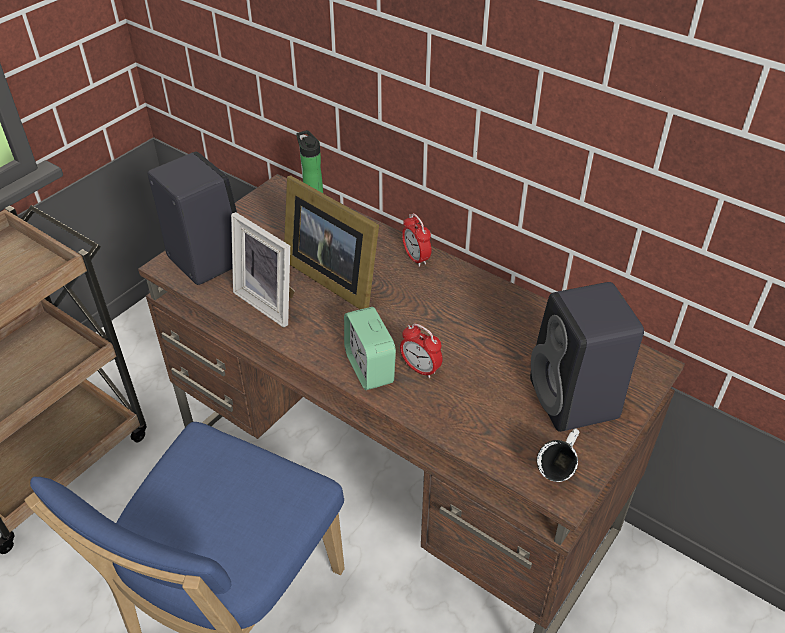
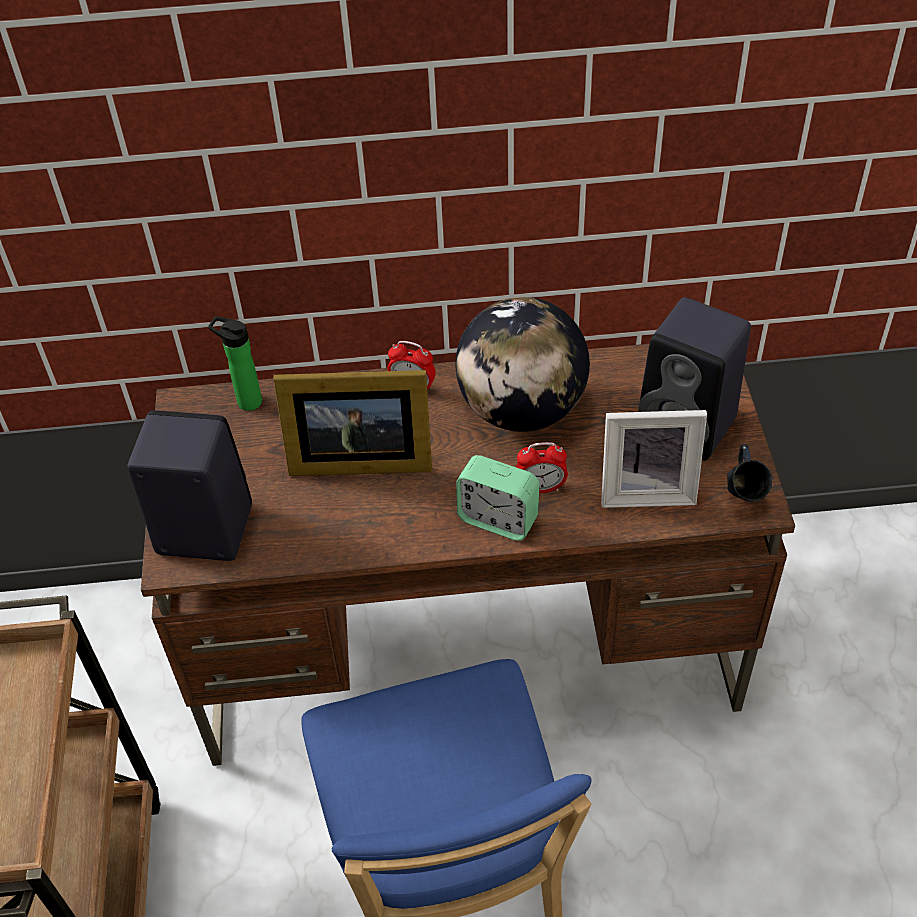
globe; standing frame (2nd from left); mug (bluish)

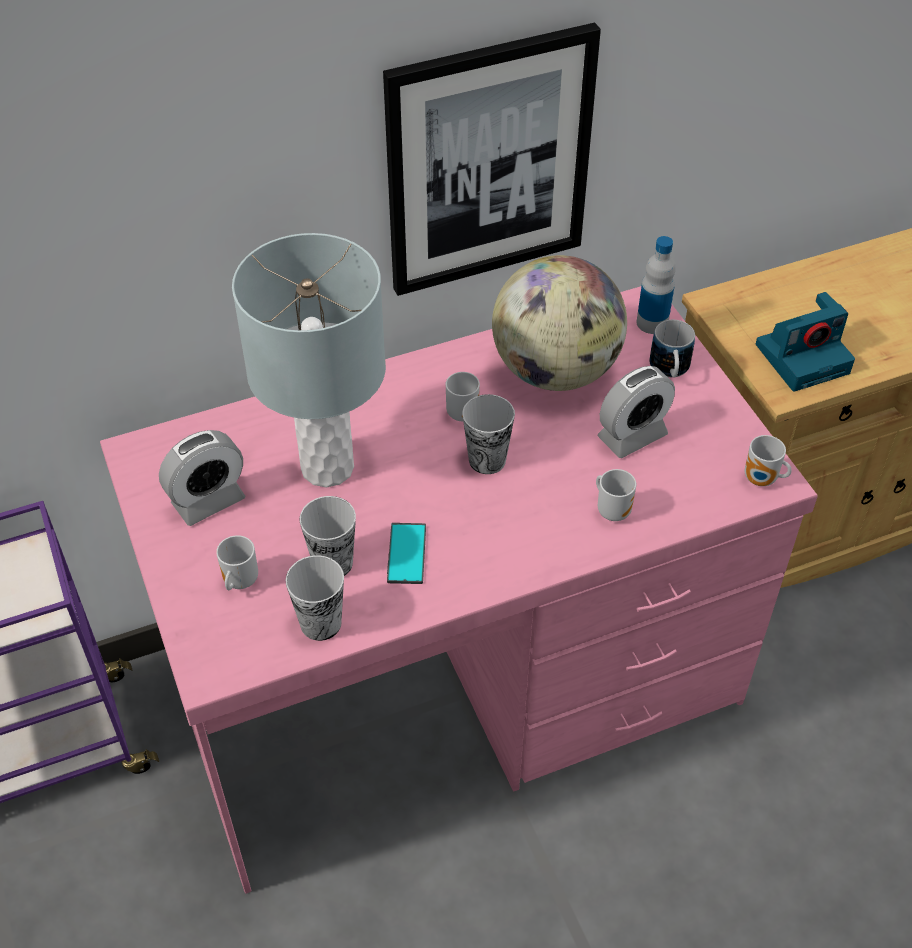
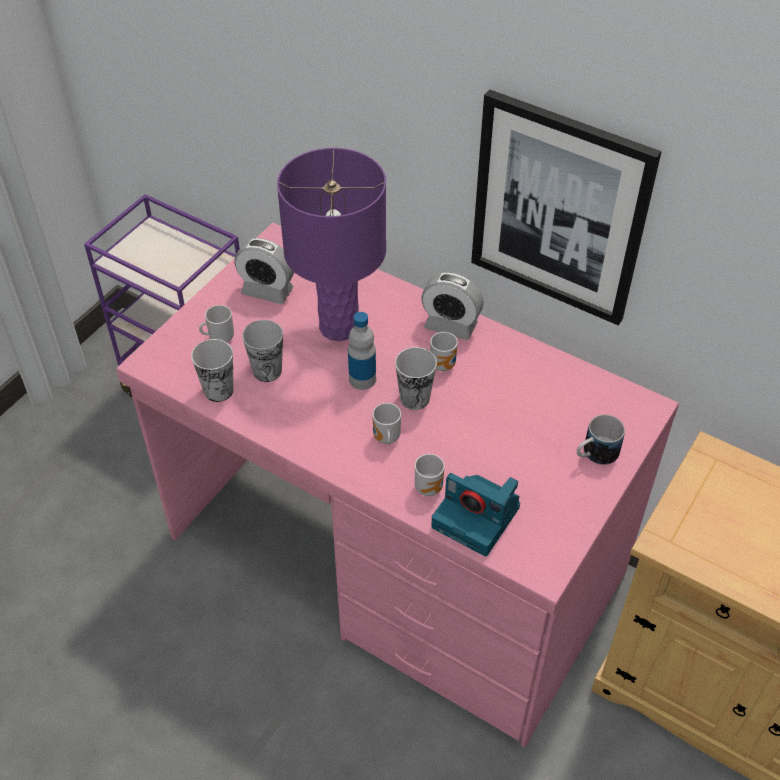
handset; globe; table clock (2nd from left); drink bottle; mug (2nd from left); photo camera; tabletop lamp (purplish)

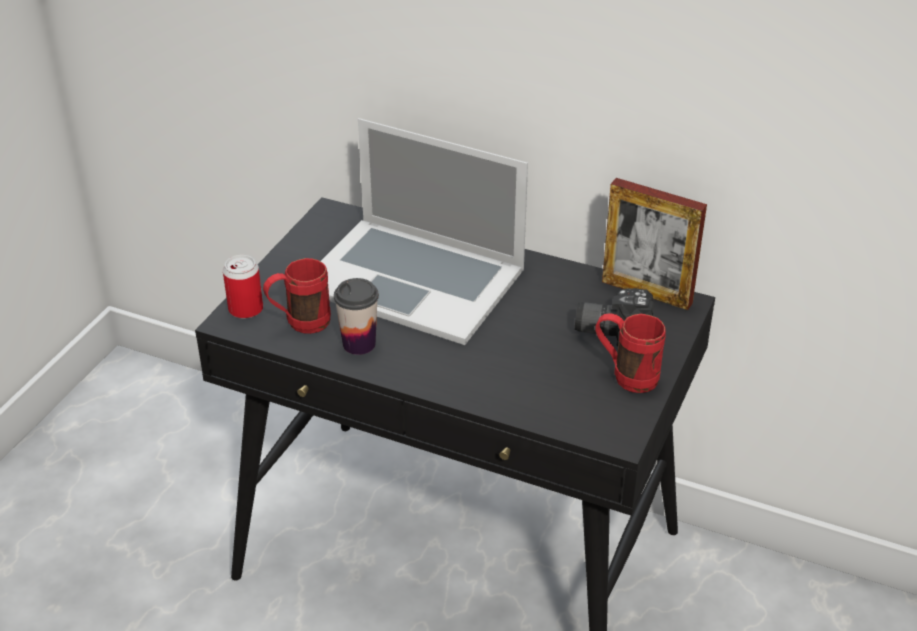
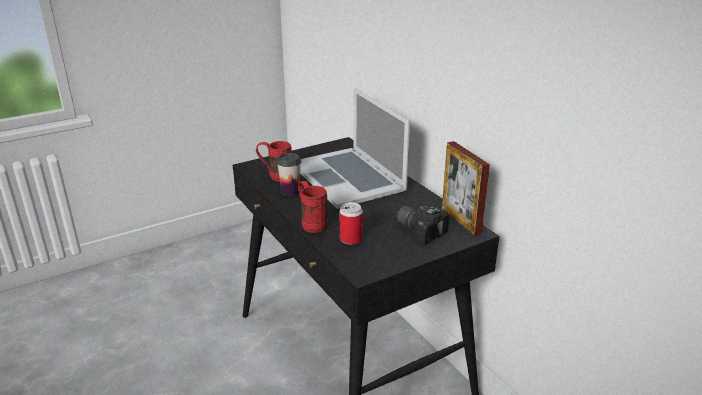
sealed can; mug (red) (2nd from left)

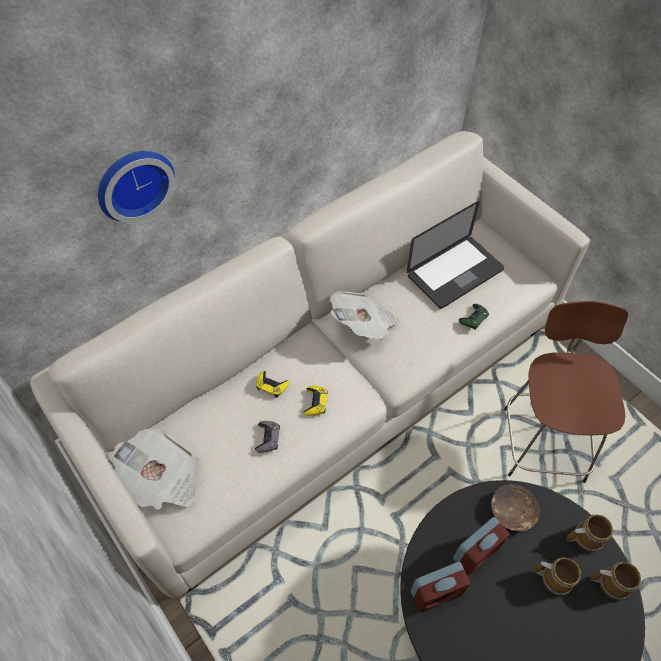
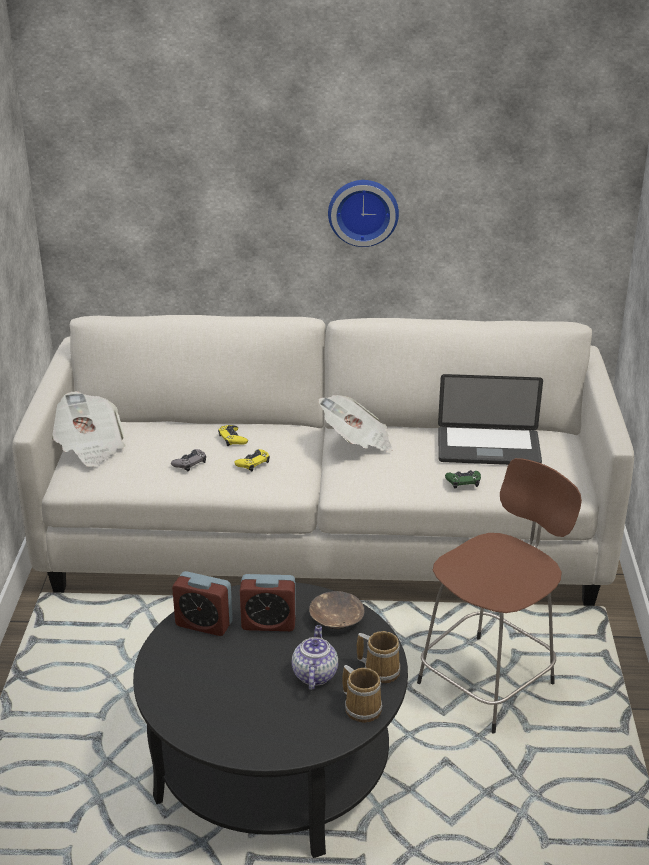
wall clock; tea pot

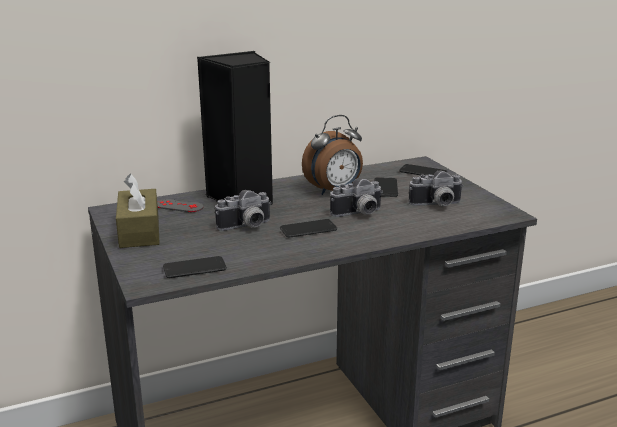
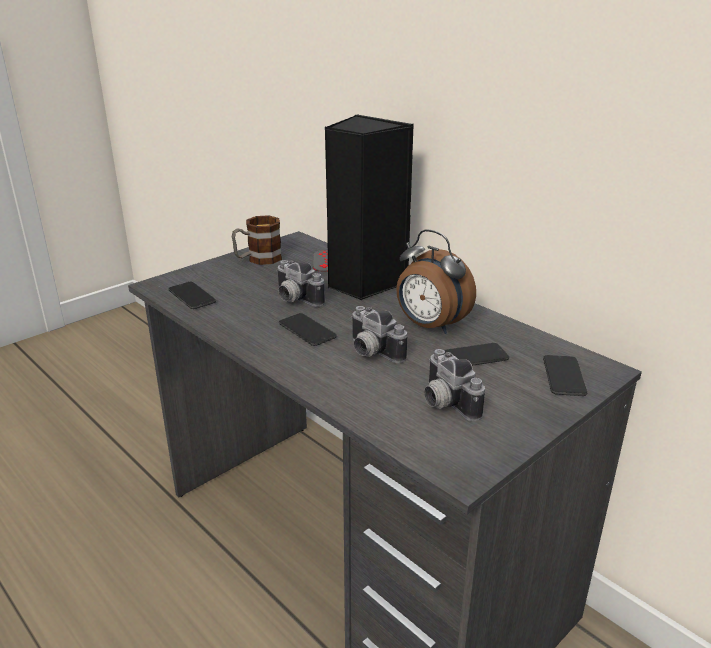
mug

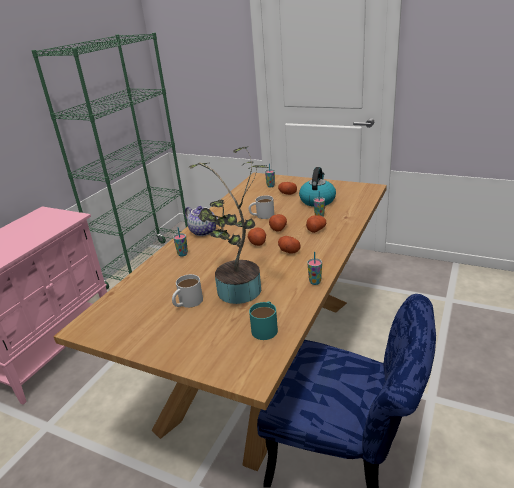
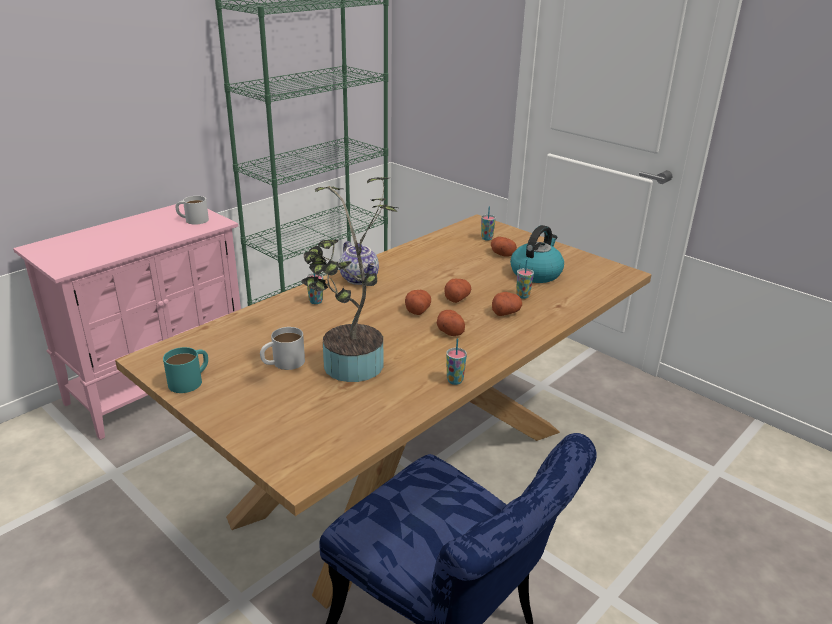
mug (white-coloured) (1st from left); mug (turquoise)

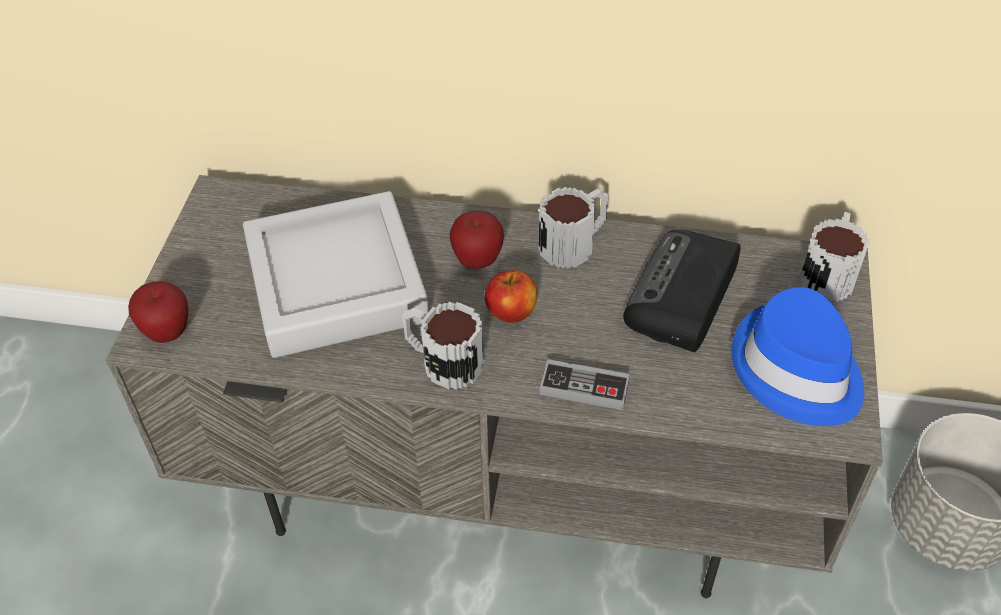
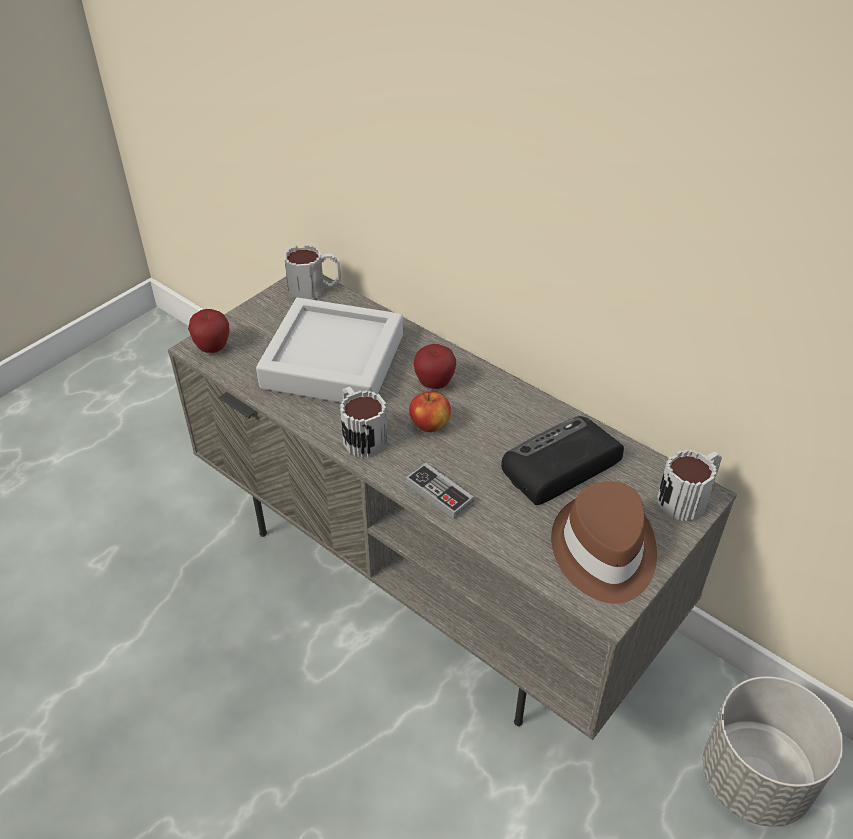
mug (1st from left); clothing hat (brown)

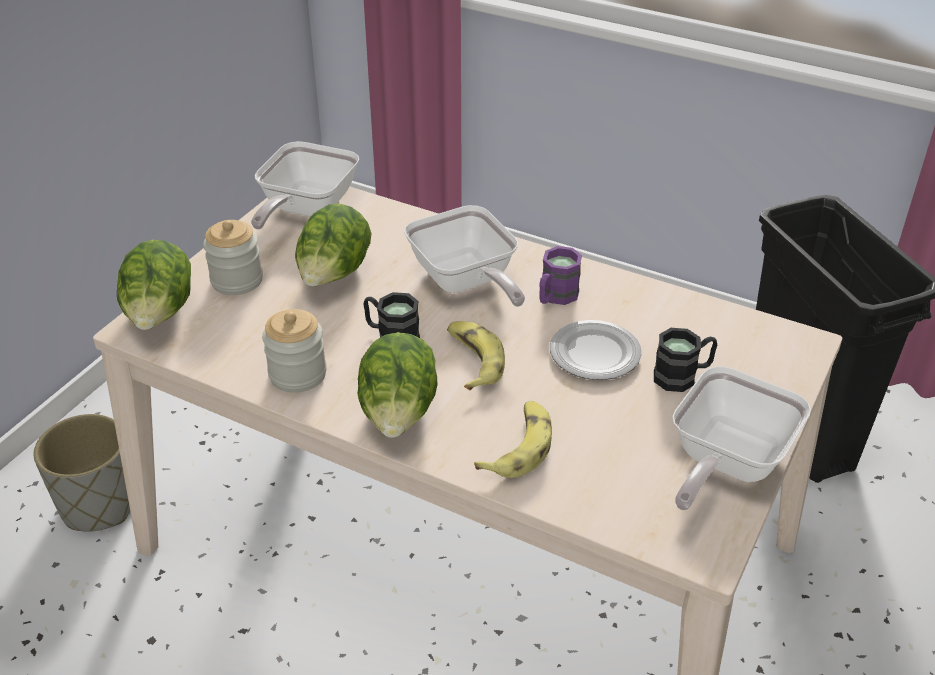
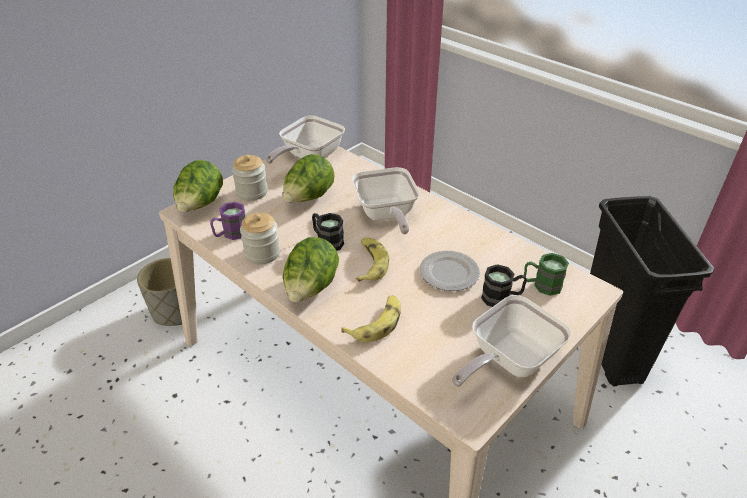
mug (greenish); mug (purplish)

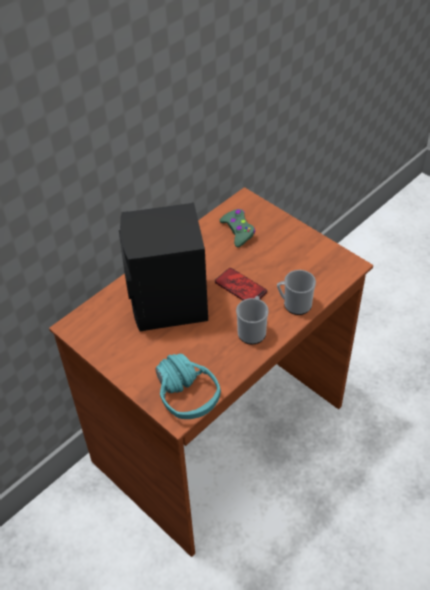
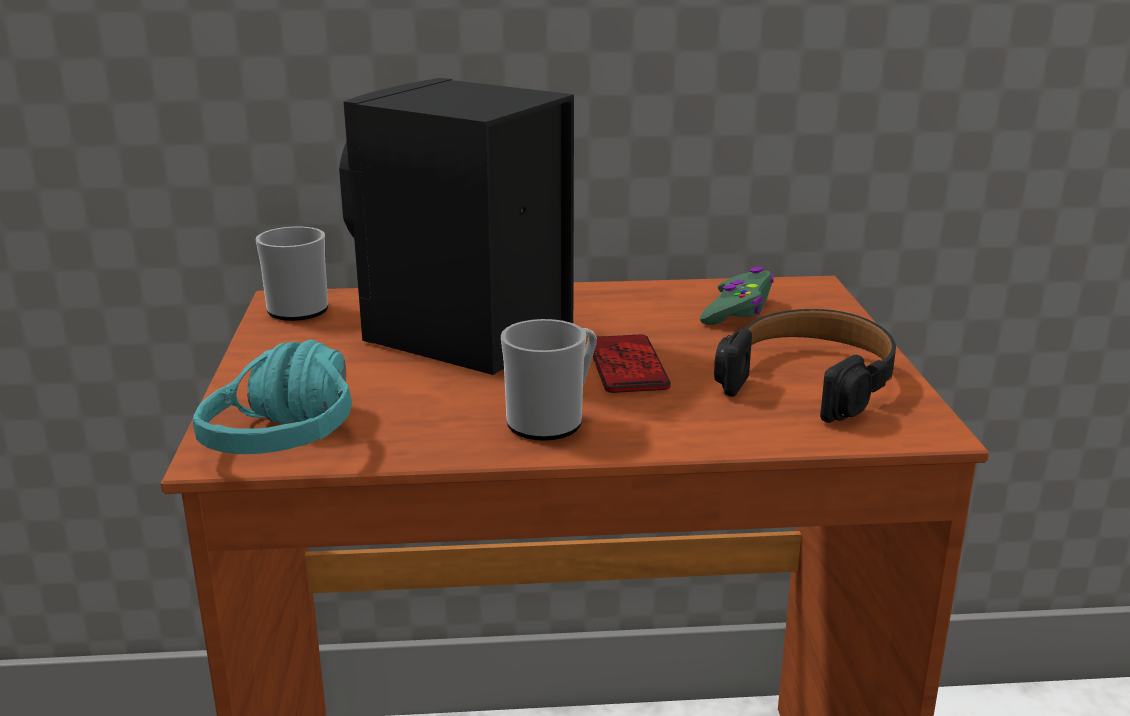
headphones (blackish); mug (1st from left)

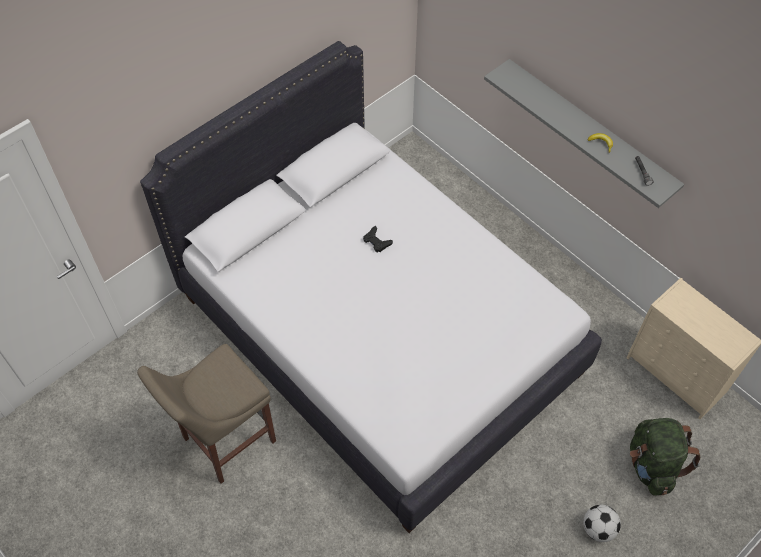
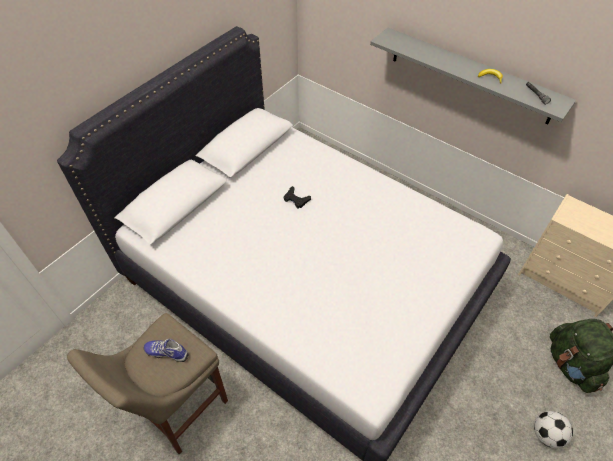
item of footwear

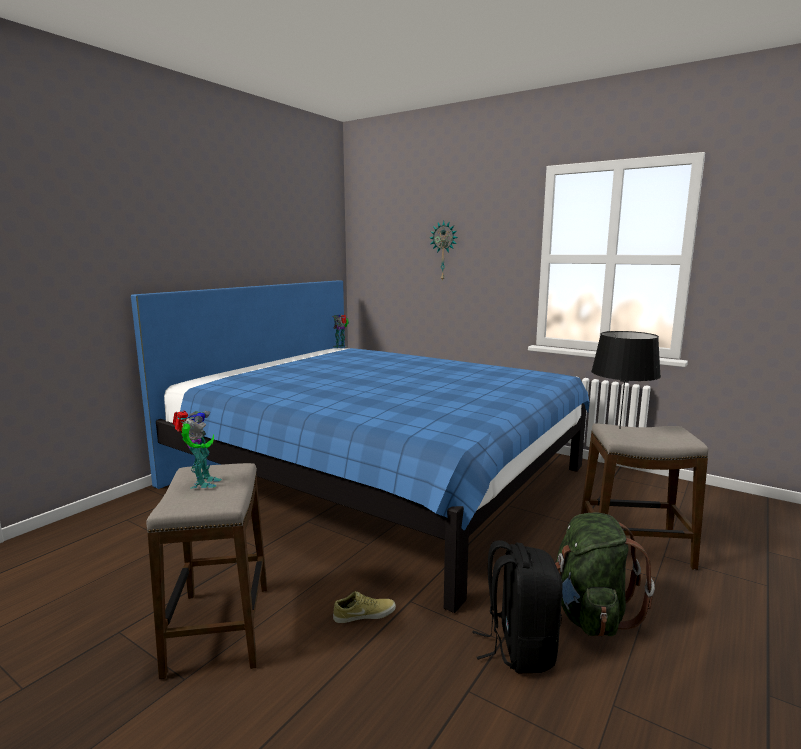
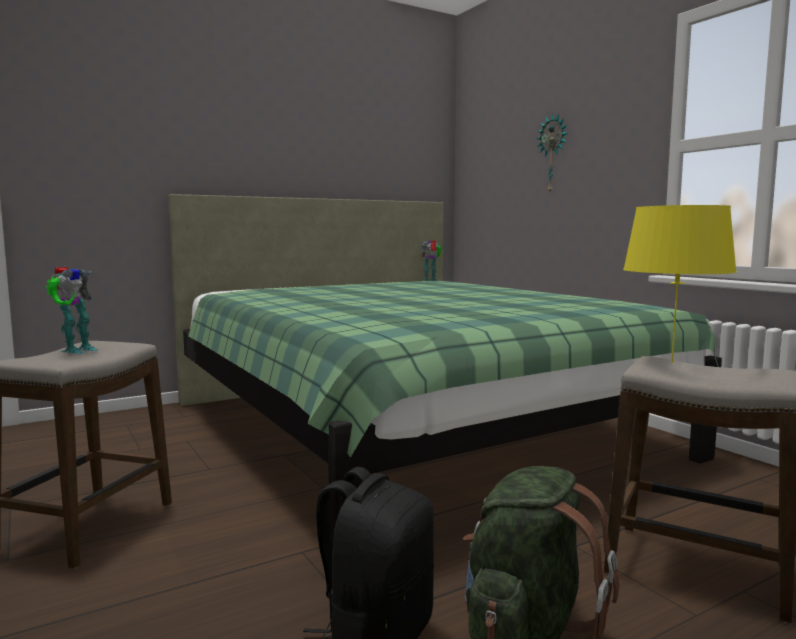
item of footwear (sand-coloured); bedroom bed (greenish); tabletop lamp (yellowish)

